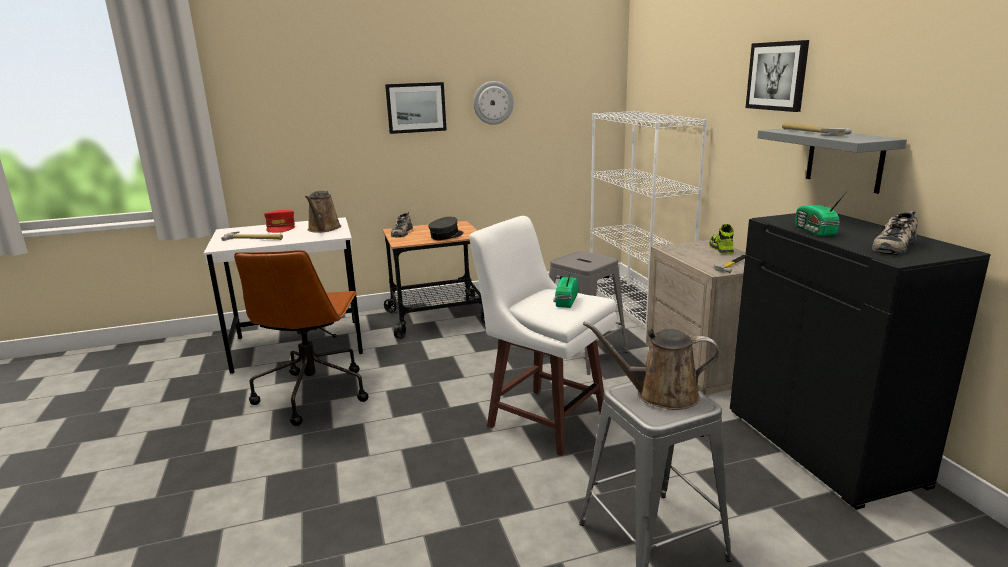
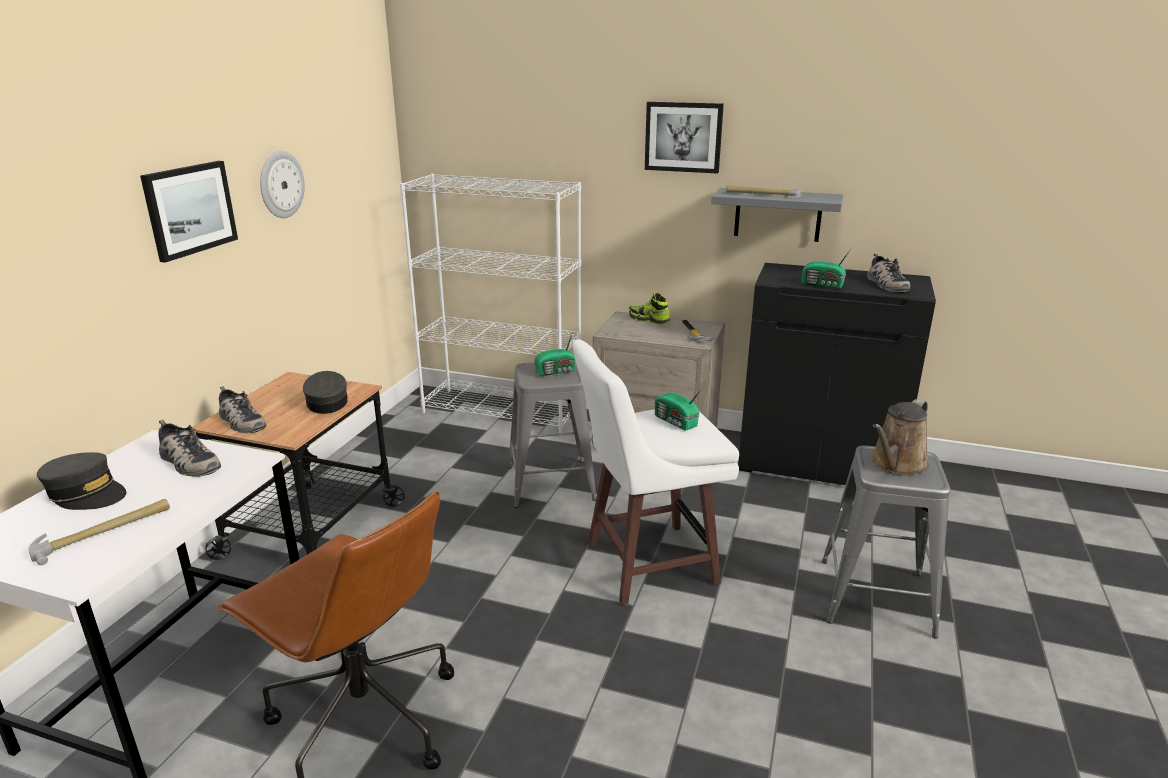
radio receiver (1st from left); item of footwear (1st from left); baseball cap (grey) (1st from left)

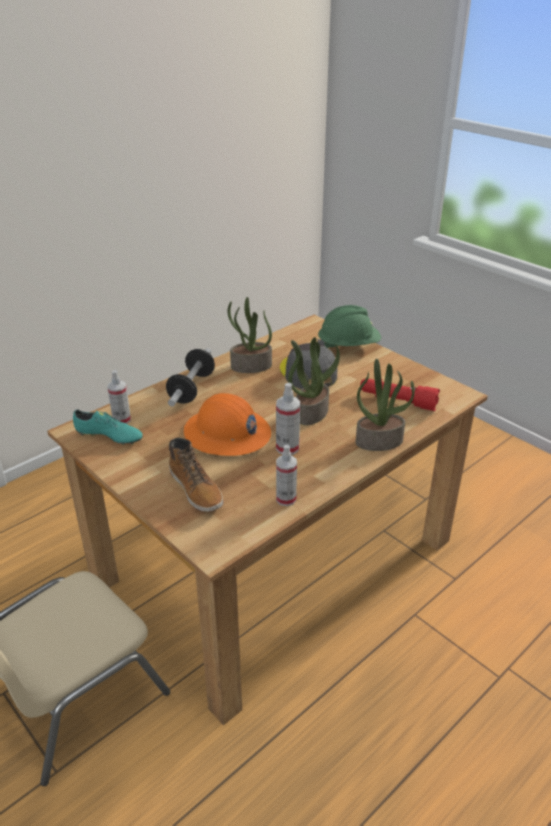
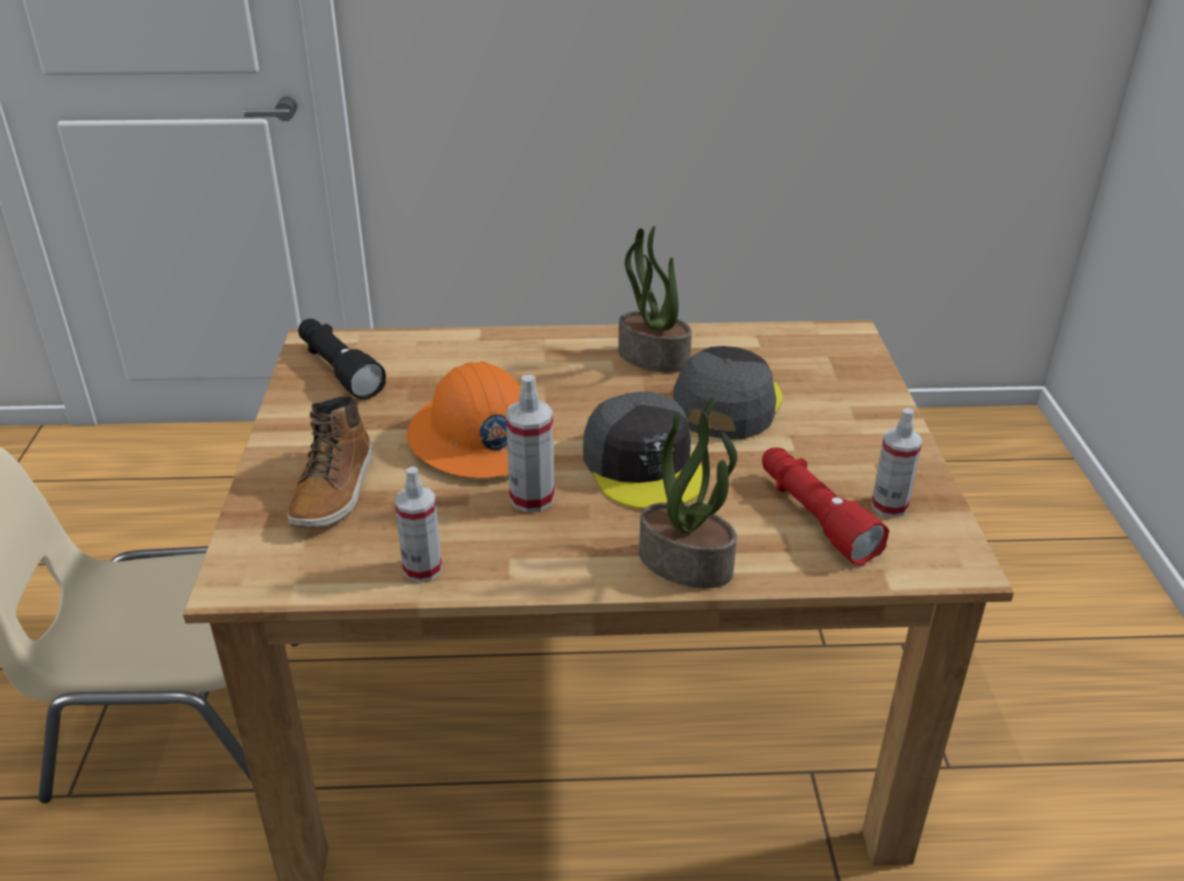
hand weight; work helmet (greenish); sprayer (3rd from left); torch (blackish); baseball cap (grey) (1st from left)

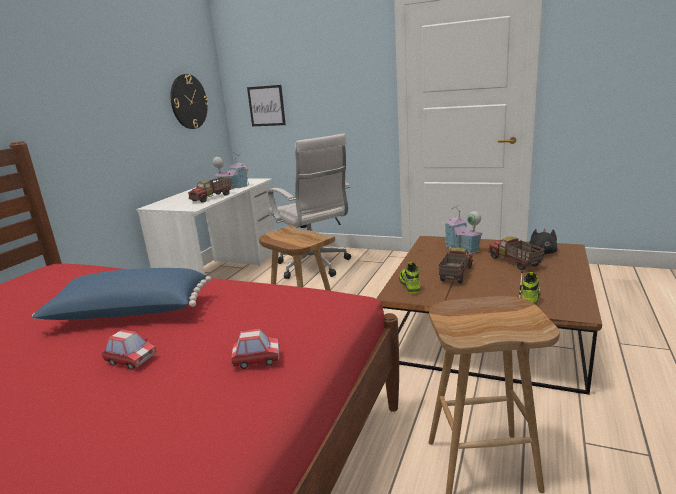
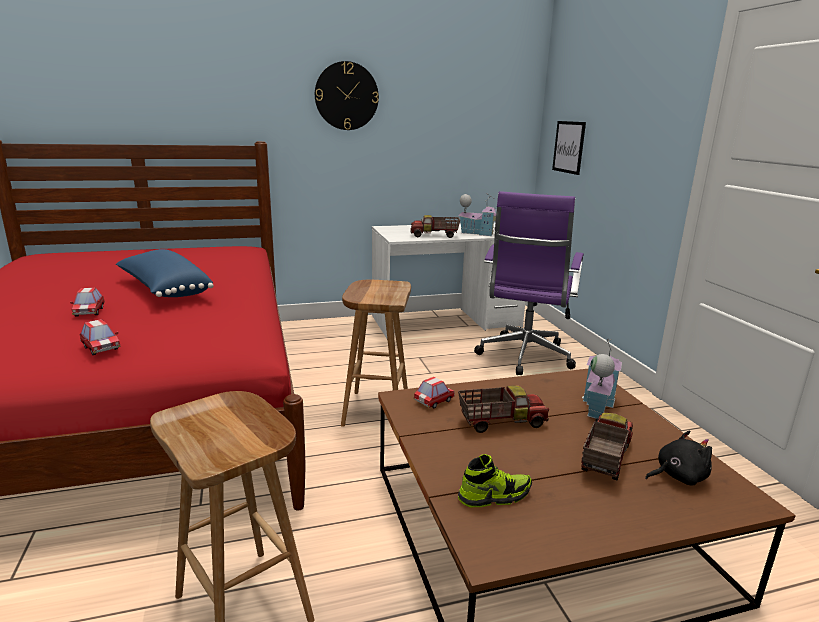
wall clock; toy car (3rd from left); desk chair (purplish)

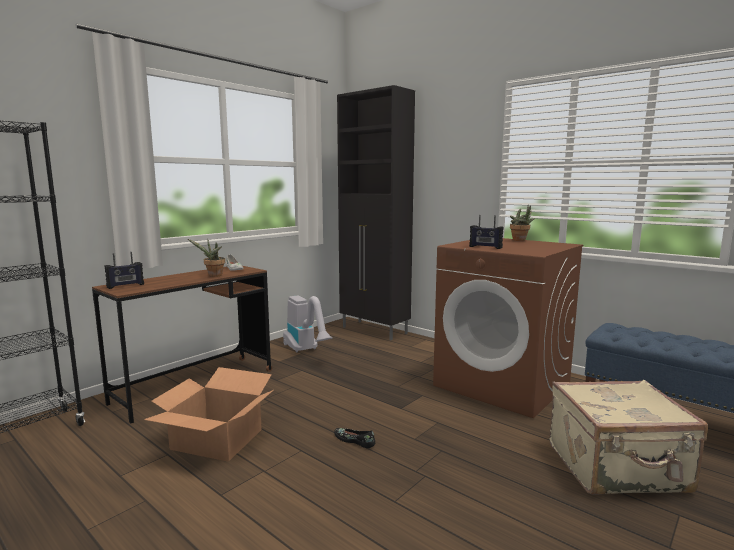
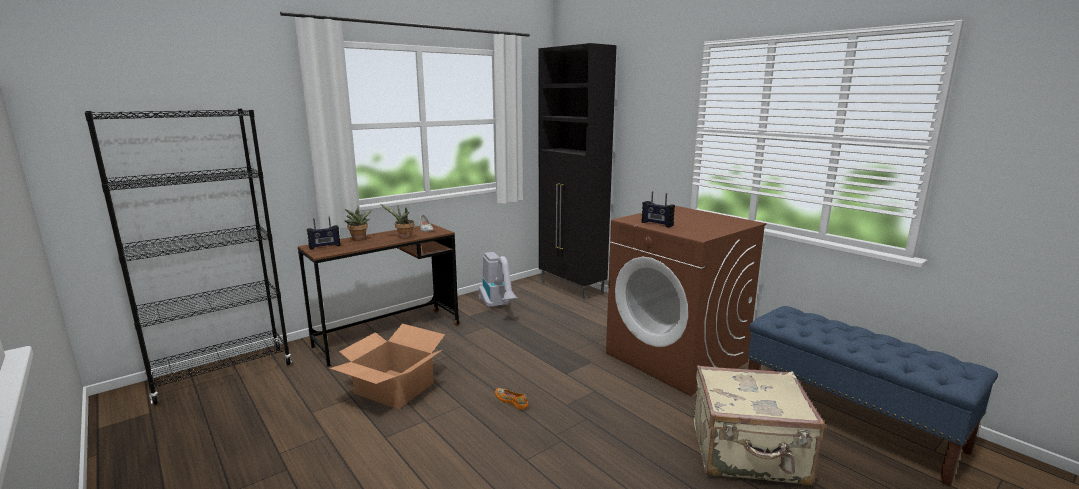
houseplant (1st from left); item of footwear (orange-coloured)

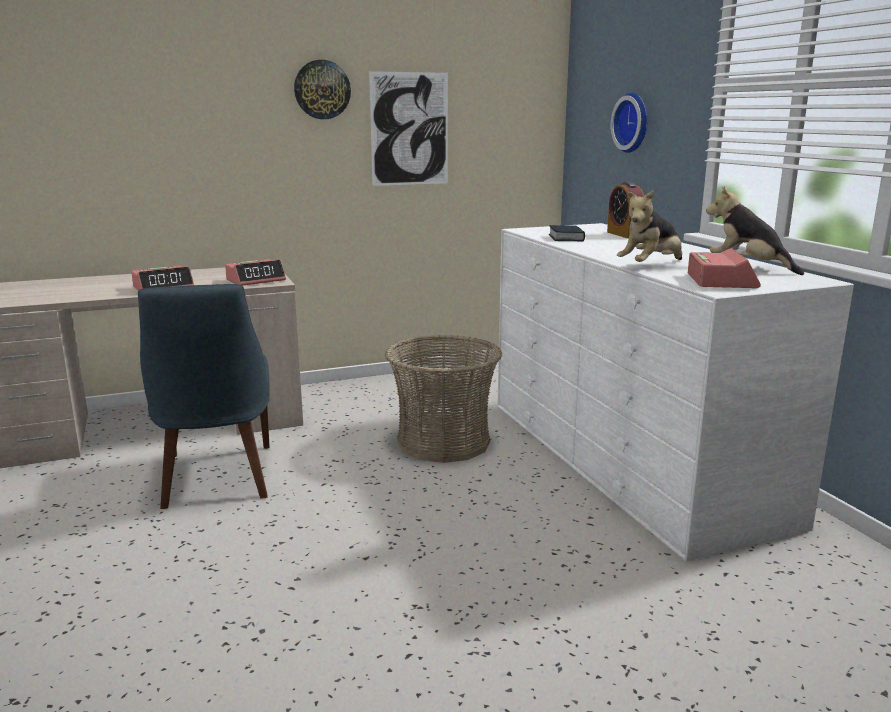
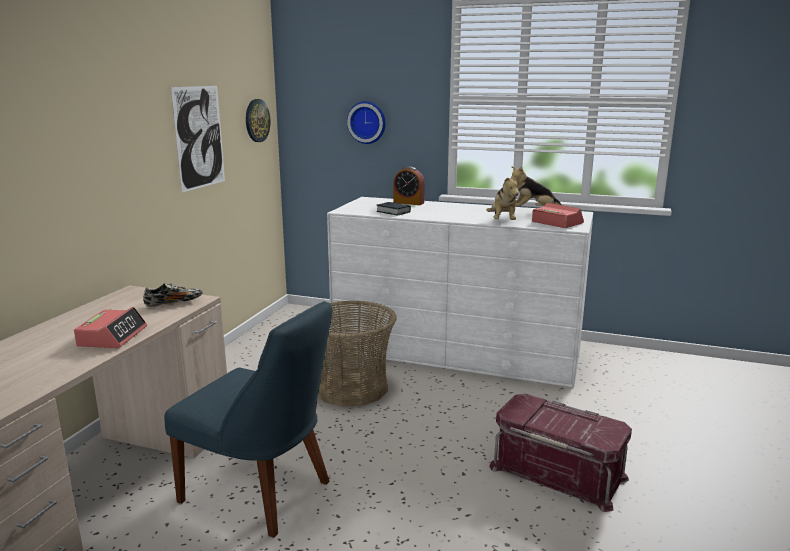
storage bin (red); wall clock (1st from left); item of footwear

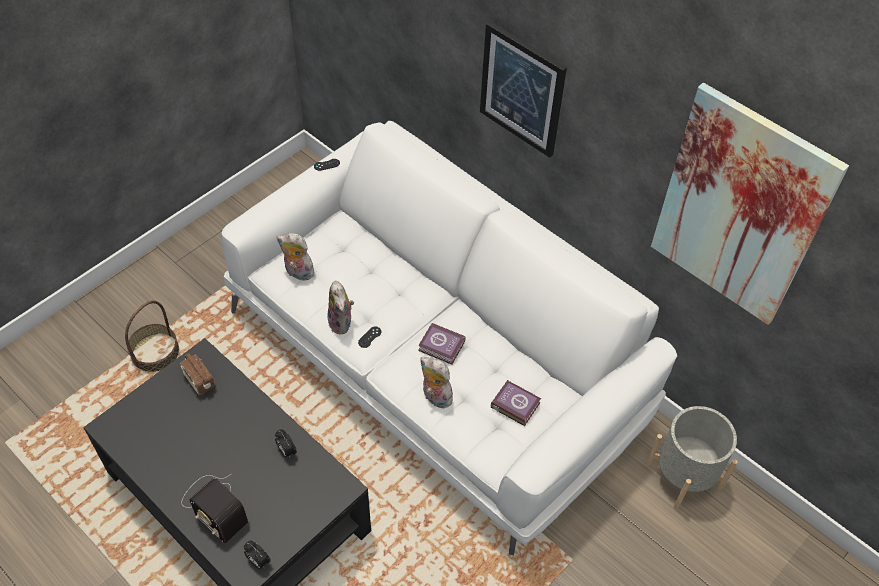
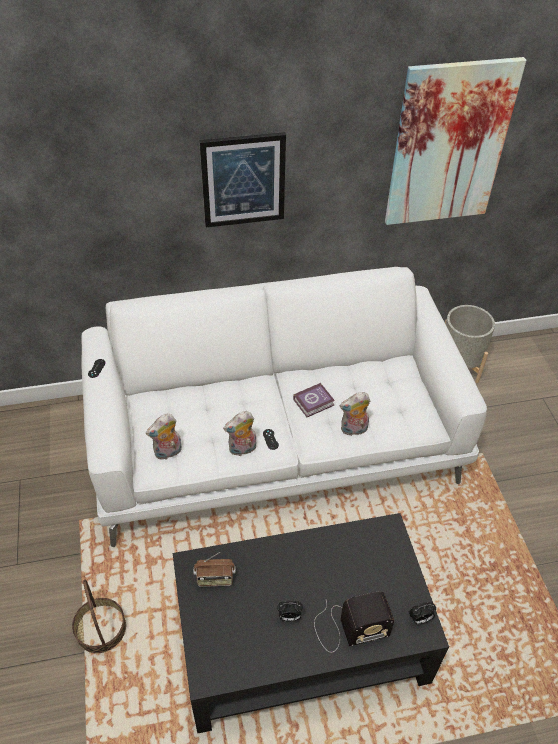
volume (2nd from left in the first image); table clock (1st from left); soft toy (2nd from left)

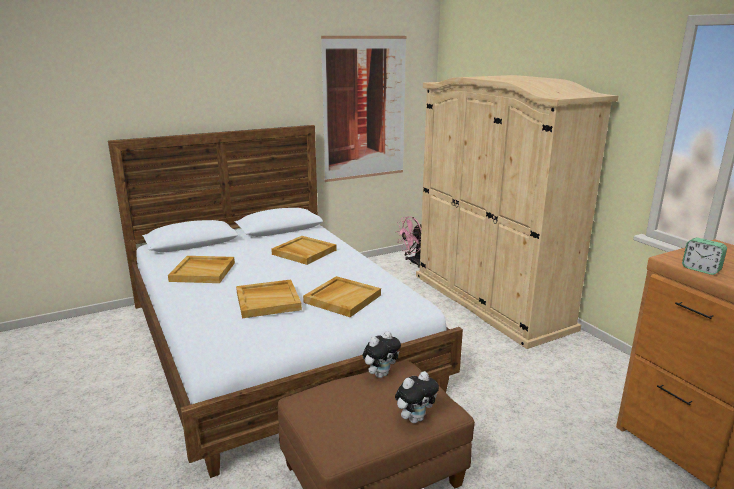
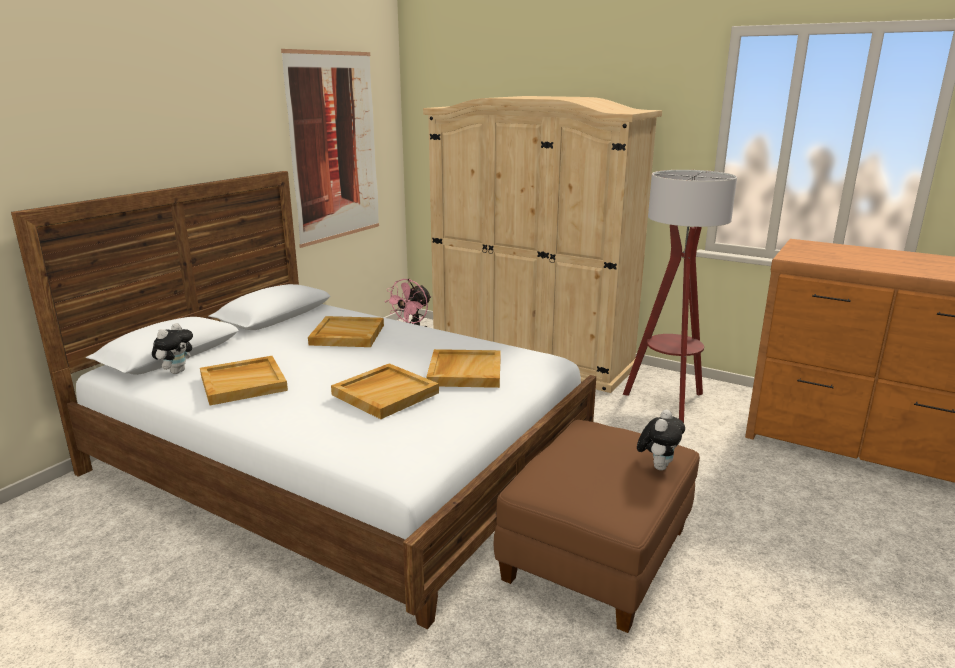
table clock; floor lamp; soft toy (1st from left)

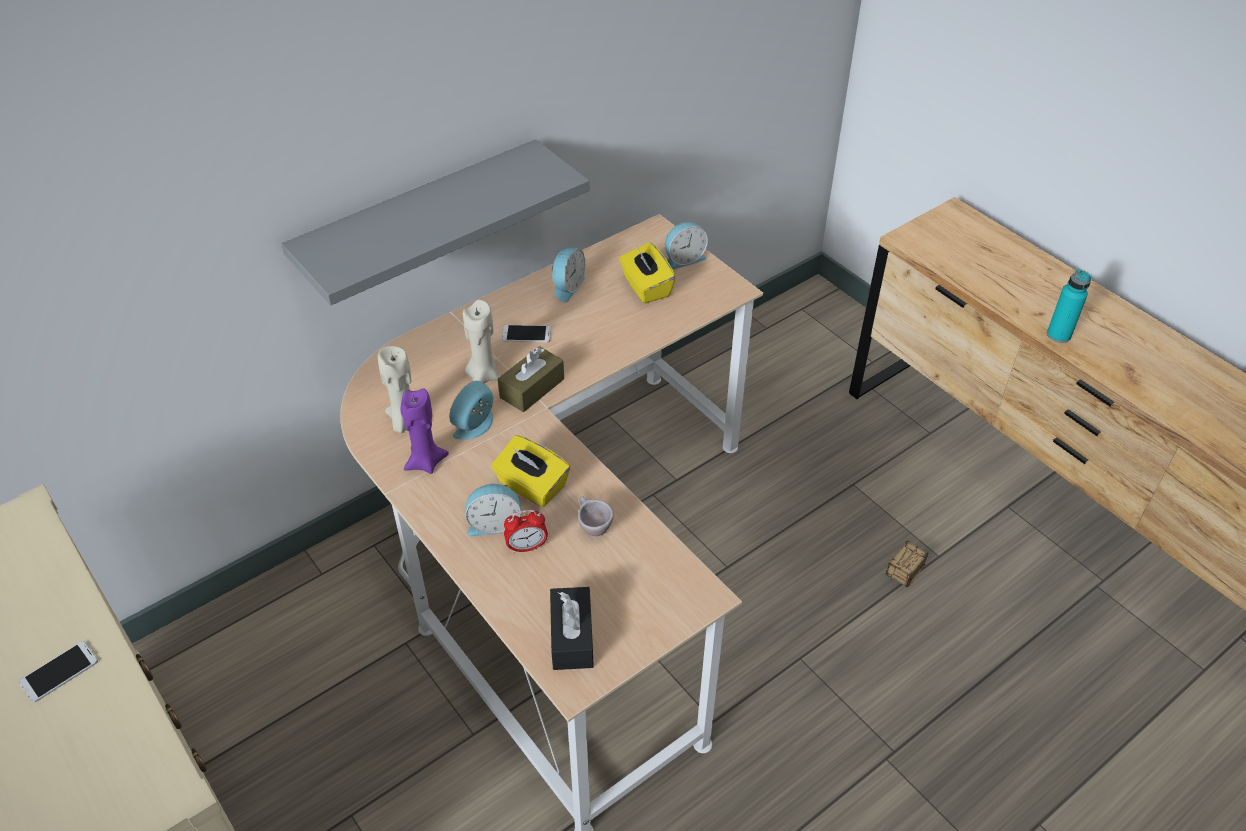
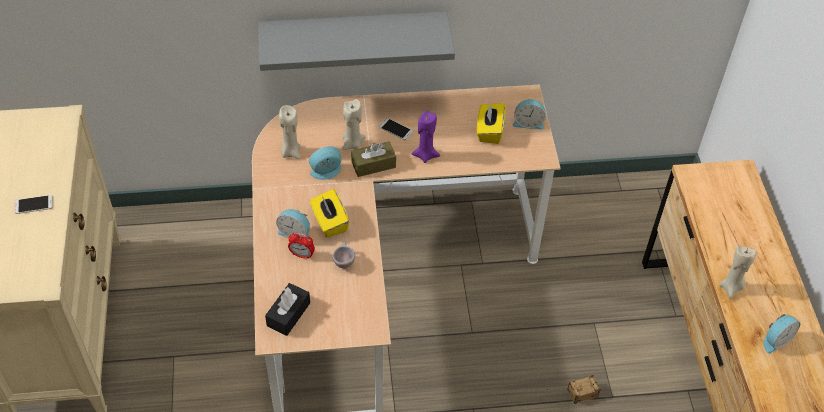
wax candle (purplish); table clock (5th from left); wax candle (sand-coloured) (3rd from left)

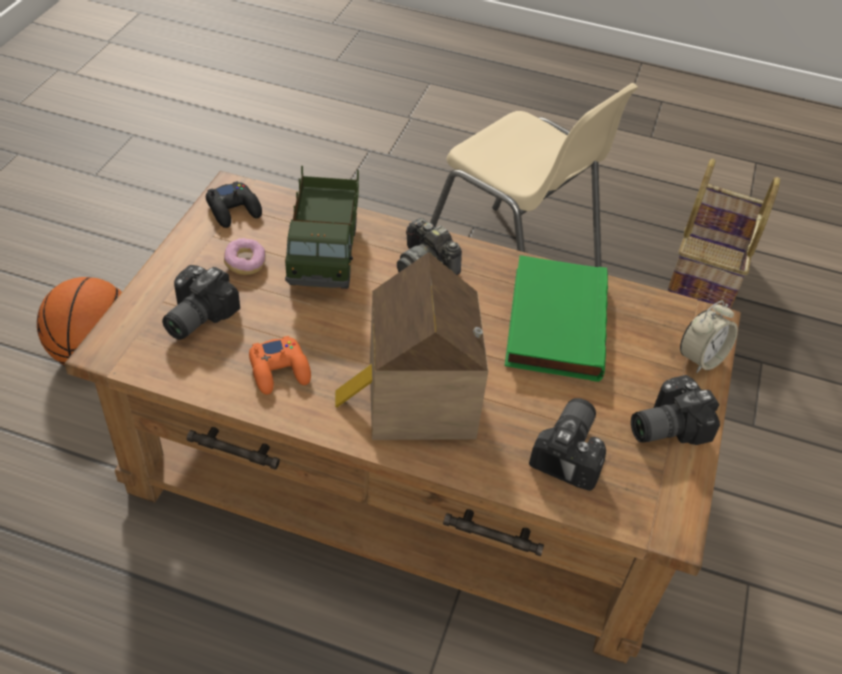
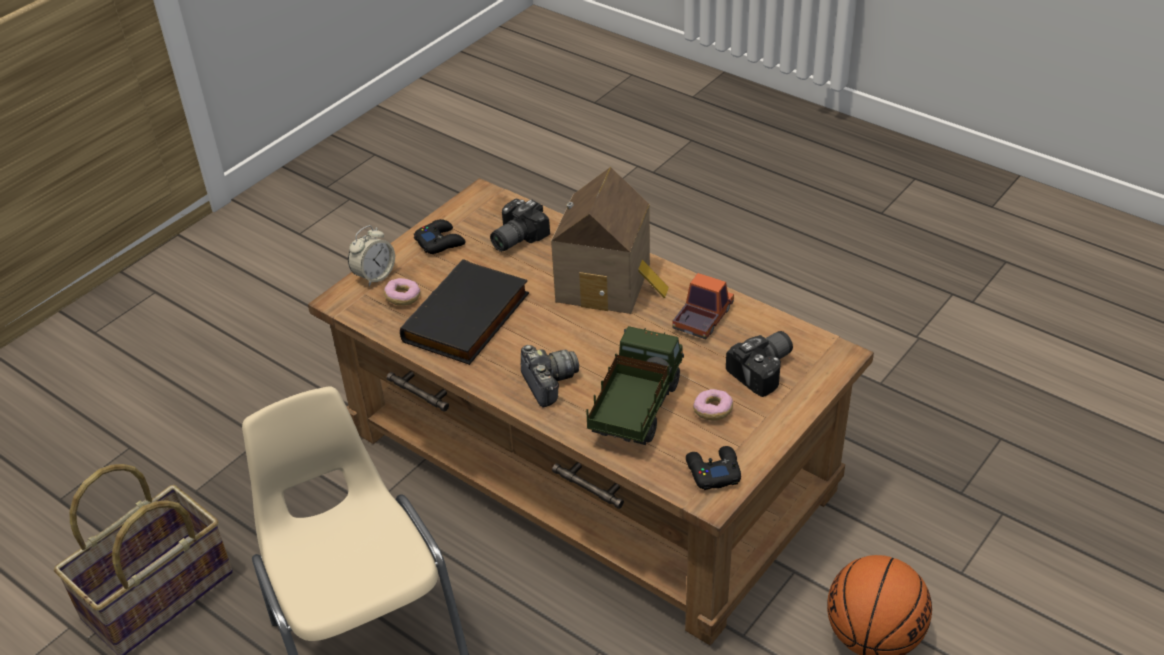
doughnut (1st from left); toy truck (2nd from left); game controller (blackish) (1st from left); volume (blackish); table clock

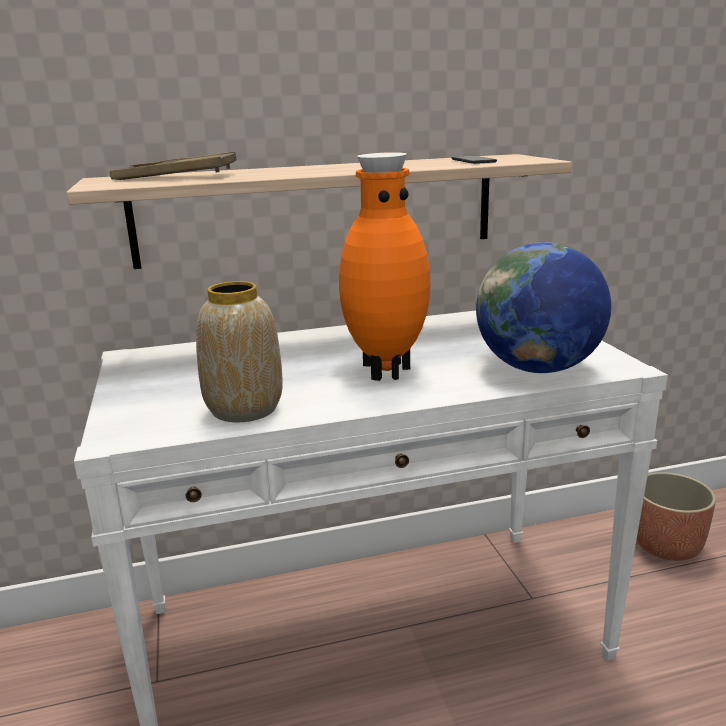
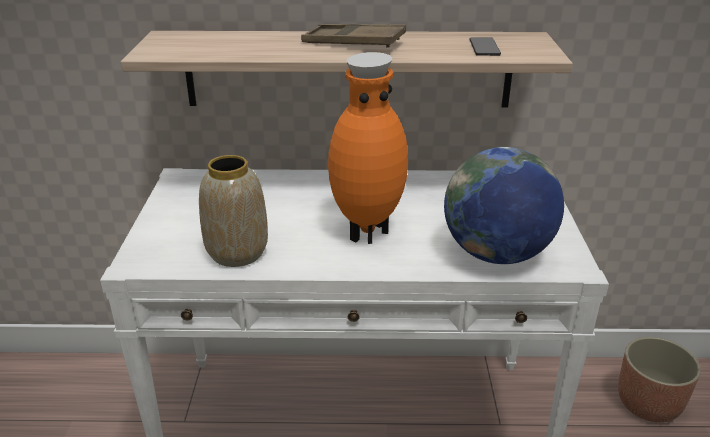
tray (brown)

